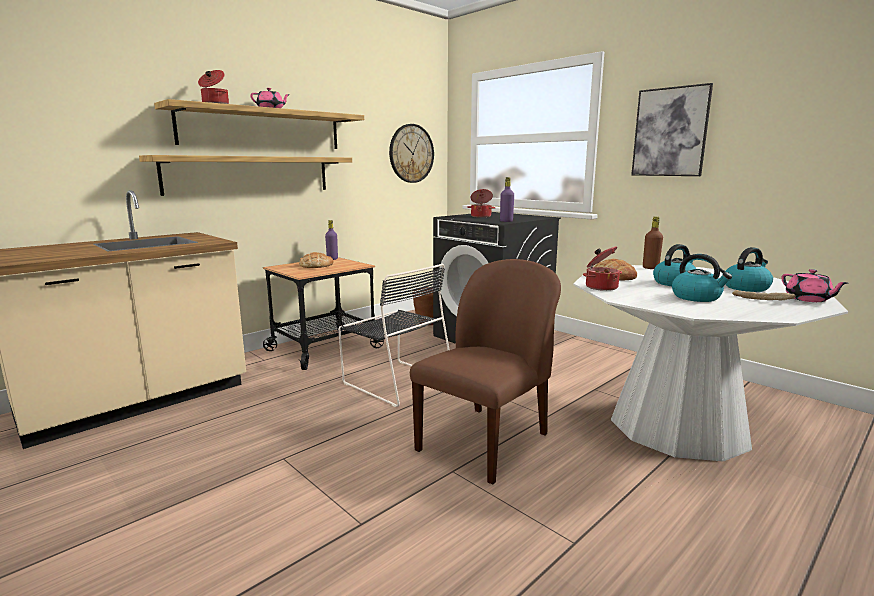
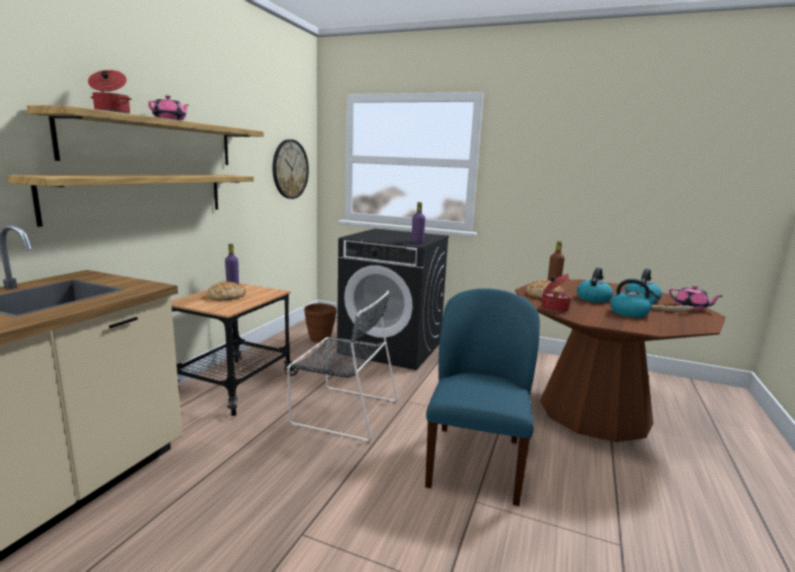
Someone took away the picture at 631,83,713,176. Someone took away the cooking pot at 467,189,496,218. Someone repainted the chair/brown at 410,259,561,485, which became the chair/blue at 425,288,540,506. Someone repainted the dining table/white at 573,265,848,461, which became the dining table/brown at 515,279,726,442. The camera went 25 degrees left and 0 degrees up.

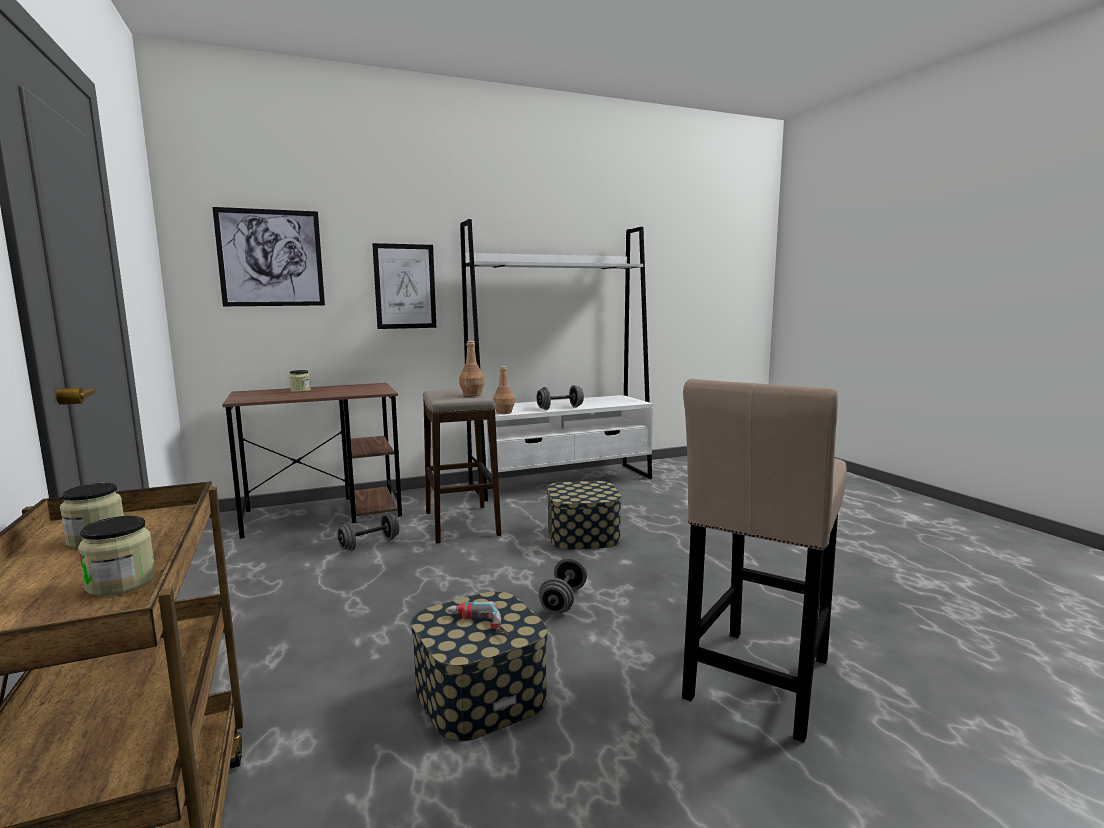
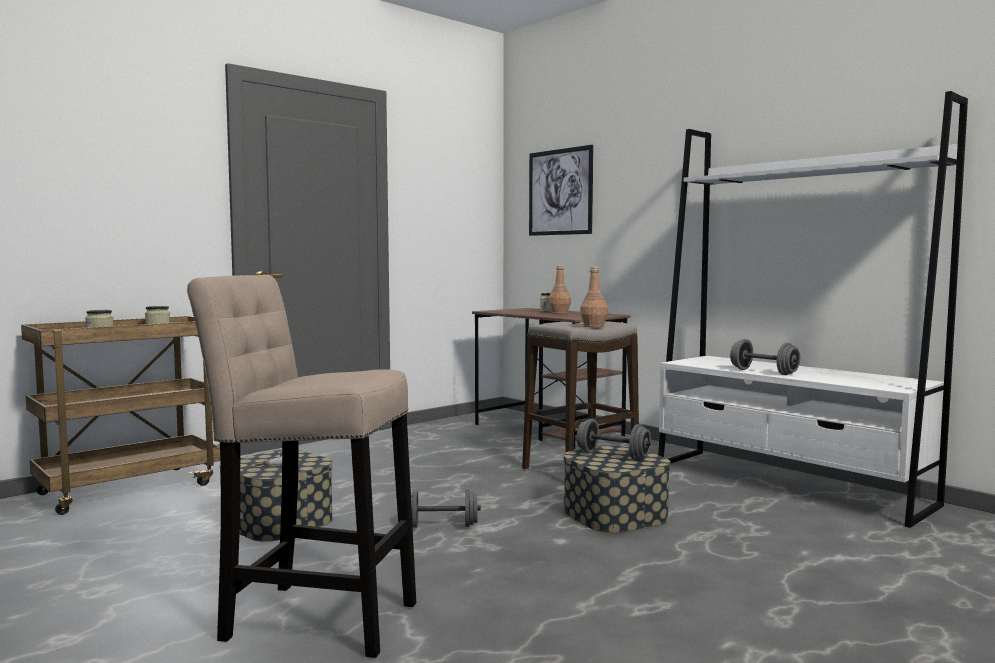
Someone took away the picture at 372,243,436,329. Someone carried the bottle/brown from 493,366,515,414 to 548,265,571,314. Someone carried the dumbbell/grey from 337,513,399,551 to 577,419,651,460. The camera went 70 degrees right and 5 degrees down.

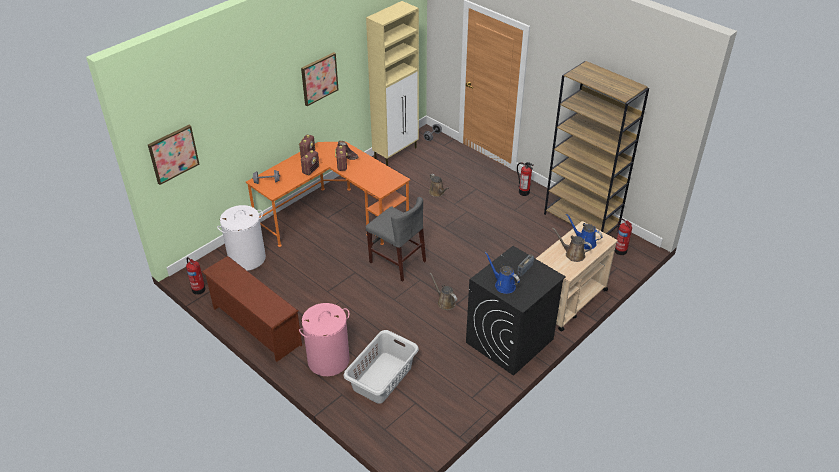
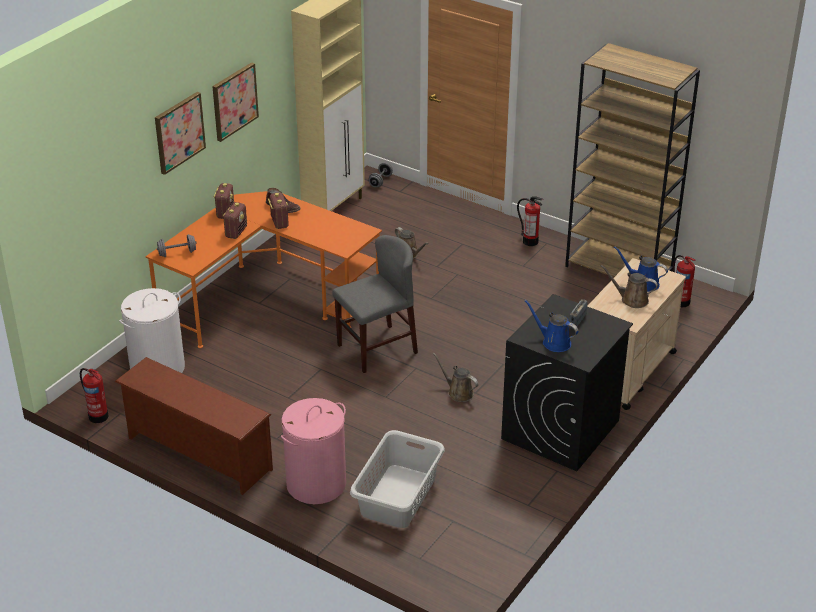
Someone carried the picture from 148,125,200,185 to 155,92,206,175. Someone rotated the chair/grey at 366,197,426,282 by 60 degrees counterclockwise. The camera went 10 degrees left and 5 degrees down.

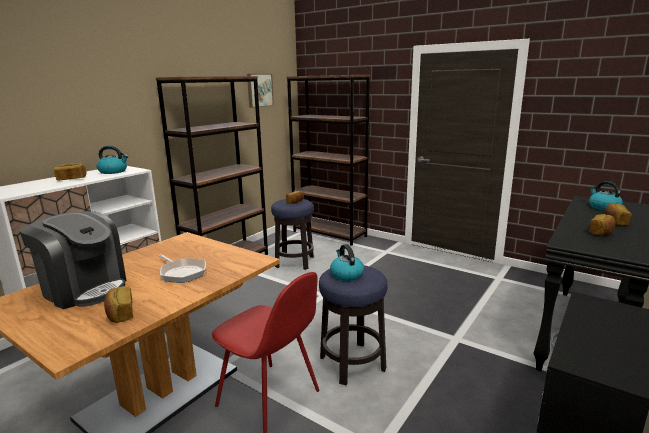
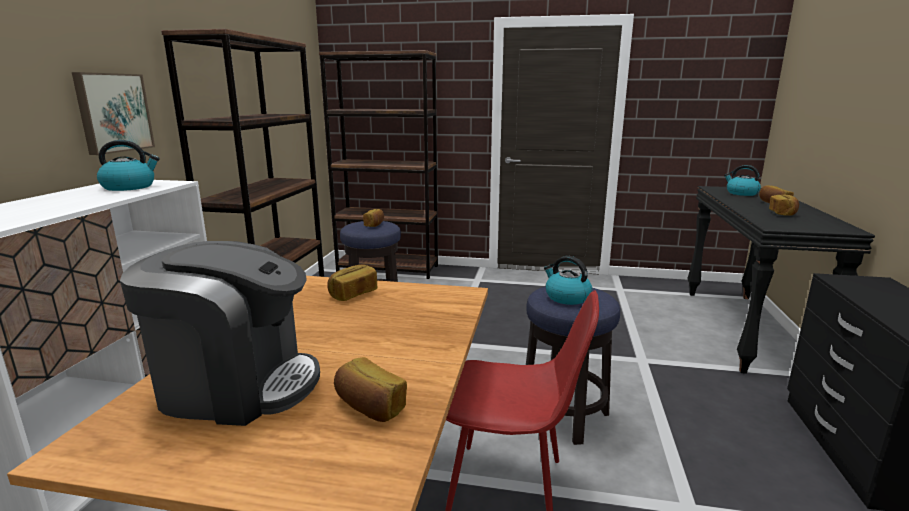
Someone carried the picture from 247,74,274,108 to 72,72,155,155. Someone carried the bread from 53,163,86,181 to 327,265,378,301. Someone took away the frying pan at 159,254,206,283. The camera went 25 degrees left and 0 degrees up.

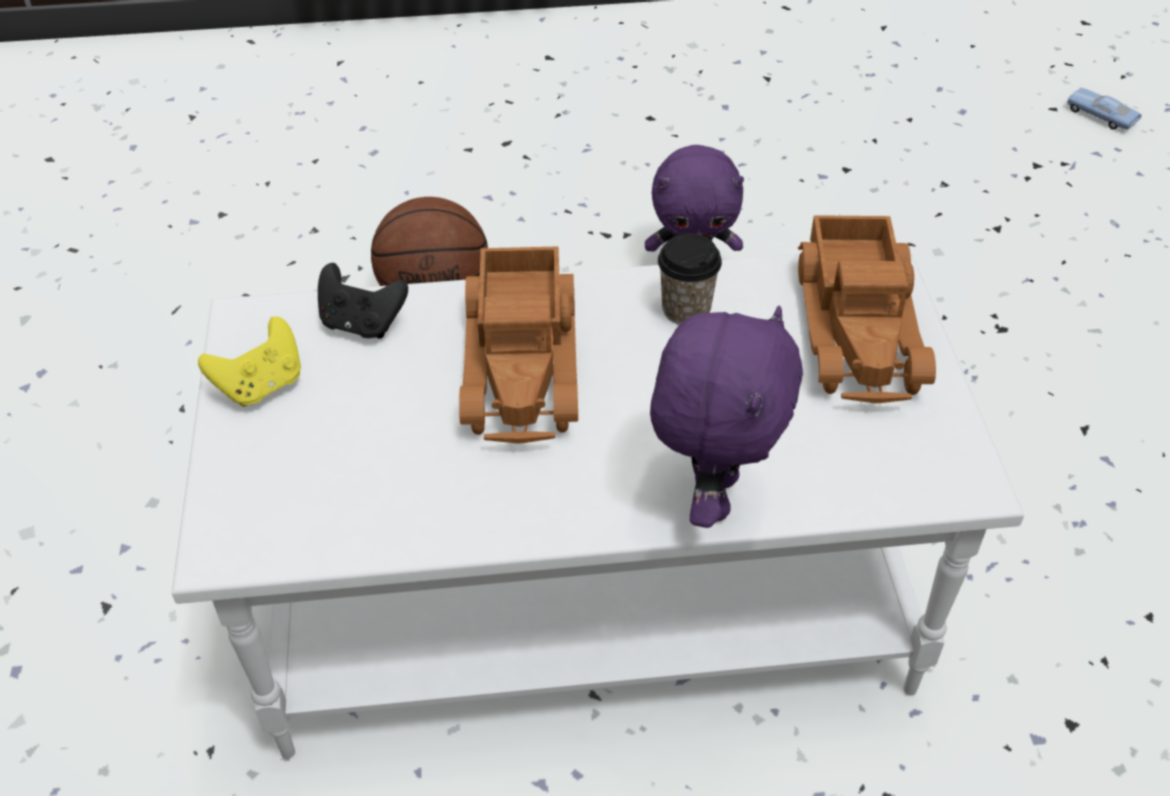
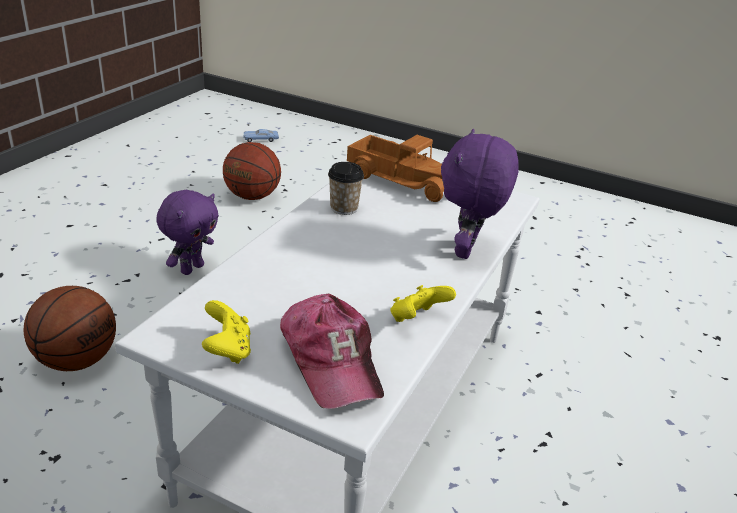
Someone took away the toy truck at 459,246,578,443. Someone took away the game controller/black at 318,263,408,338. Someone rotated the plush toy/purple at 650,305,803,528 by 120 degrees counterclockwise. Someone put down the basketball at 223,142,281,200. Someone put down the game controller/yellow at 391,285,456,322. Someone put down the cap at 280,294,384,409. The camera went 60 degrees left and 15 degrees down.

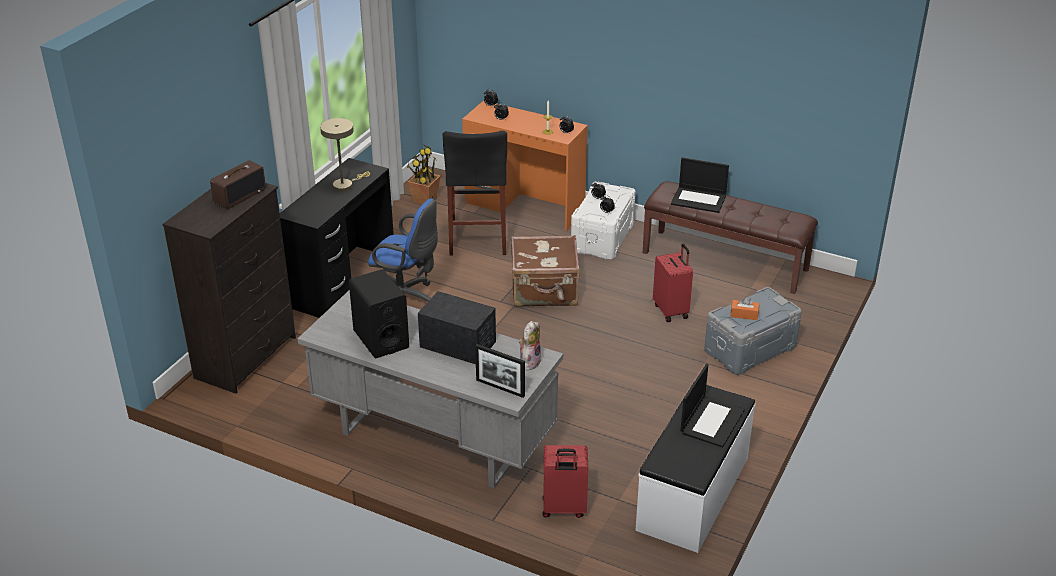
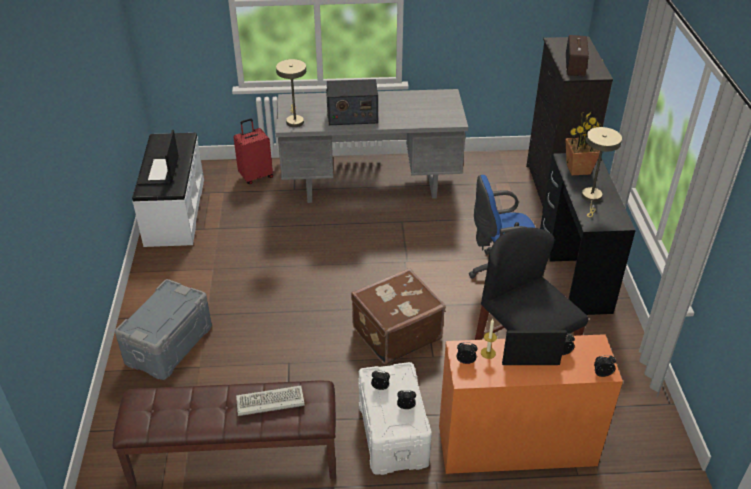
Someone carried the potted plant from 407,145,441,204 to 565,112,602,175. Someone swapped the laptop at 671,157,729,213 for the keyboard at 236,385,305,416. Someone took away the suitcase/red at 653,244,693,322. Someone took away the speaker/black at 349,269,409,358. Someone took away the tissue box/orange at 731,297,759,320. Someone swapped the plush toy at 519,321,541,371 for the table lamp/beige at 276,59,306,127. Someone carried the picture frame from 475,344,525,398 to 502,330,567,365. The camera went 150 degrees right and 5 degrees up.

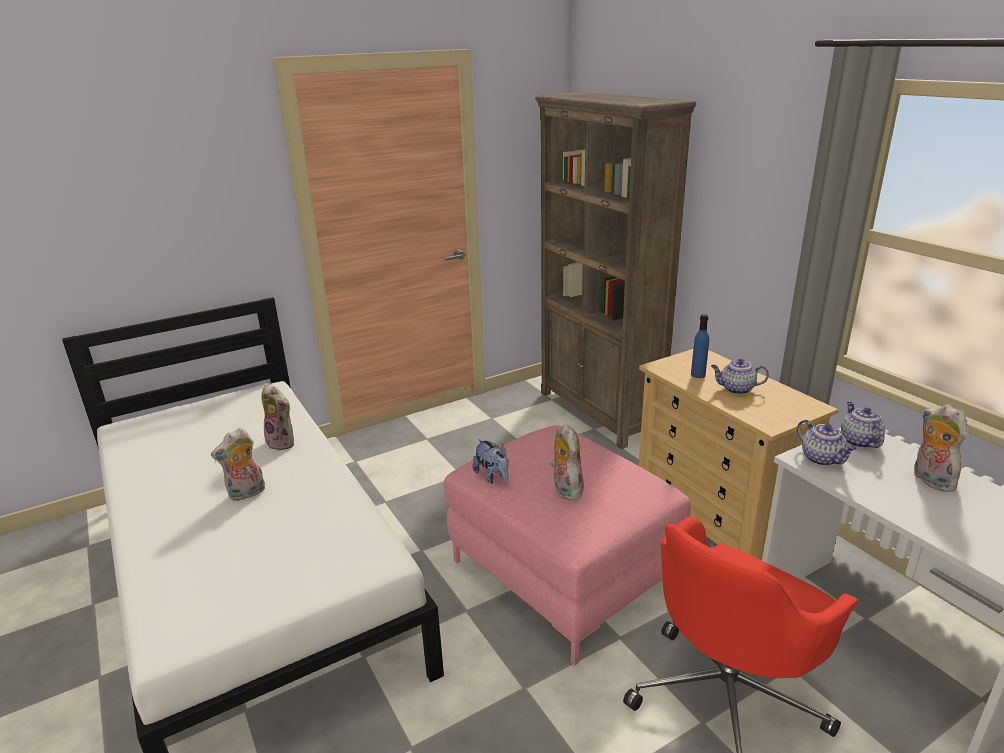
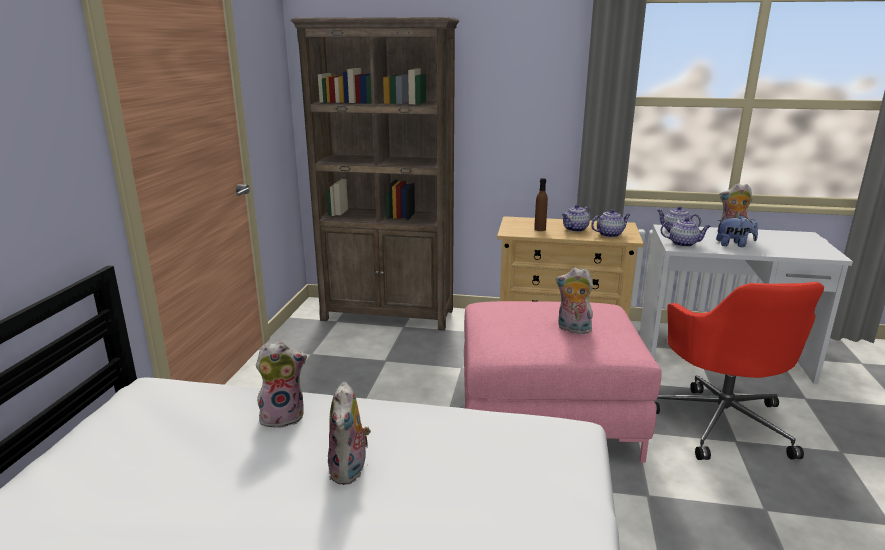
Someone repainted the bottle/blue at 691,314,709,378, which became the bottle/brown at 534,178,548,231. Someone carried the plush toy from 472,439,509,484 to 716,215,758,247. Someone put down the teapot at 591,209,631,237. The camera went 50 degrees left and 5 degrees down.

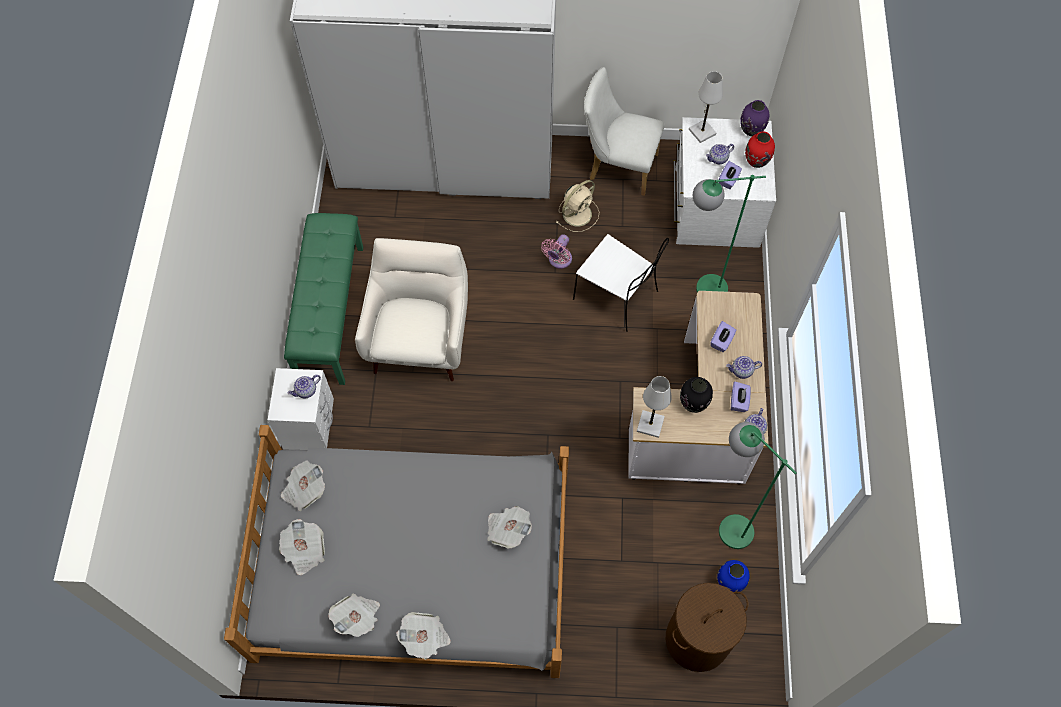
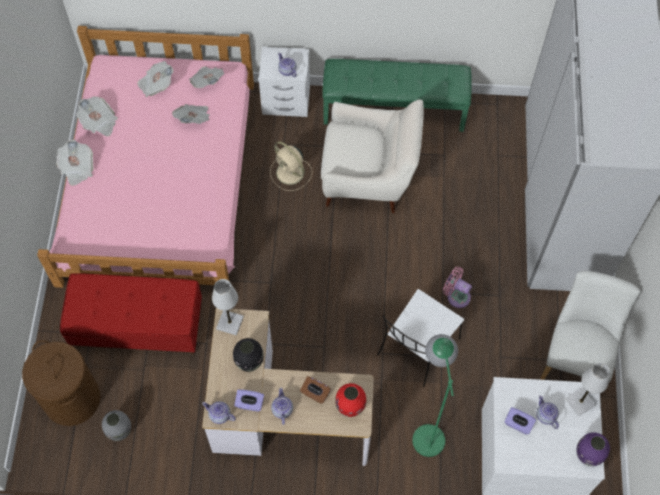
Someone carried the vase/red from 745,131,775,168 to 335,383,366,417. Someone carried the fan/beige from 556,180,599,232 to 270,141,312,191. Someone repainted the tissue box/purple at 710,321,736,352, which became the tissue box/brown at 300,376,331,404. Someone took away the floor lamp/green at 719,422,796,549. Someone repainted the bed/grey at 224,425,569,678, which became the bed/pink at 37,26,254,288. Someone carried the newspaper from 487,506,532,549 to 172,104,210,124. Someone repainted the vase/blue at 717,560,750,592, which became the vase/grey at 102,410,131,441. Someone put down the bench/red at 60,273,202,355. The camera went 90 degrees right and 0 degrees up.

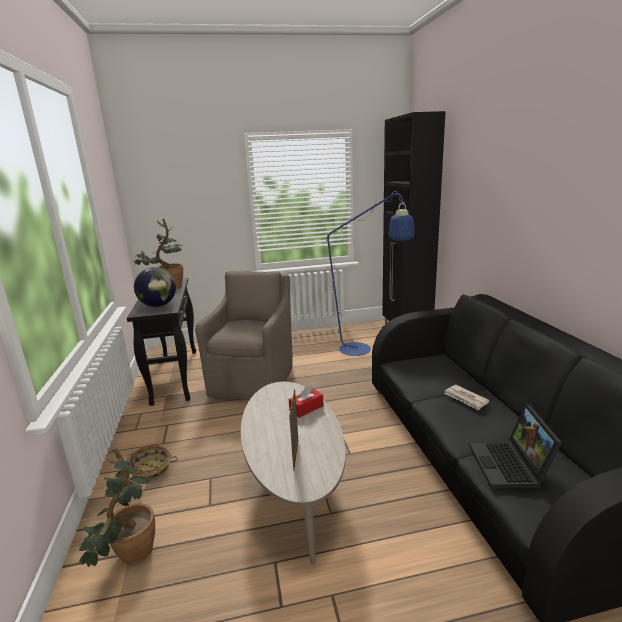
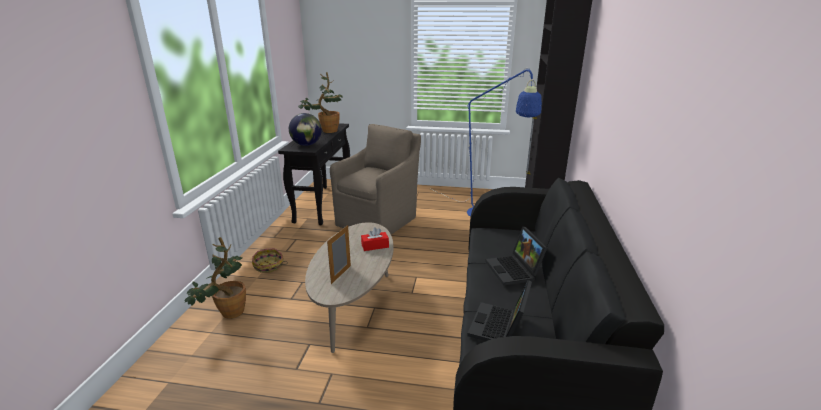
Someone swapped the newspaper at 444,385,489,411 for the laptop at 486,227,547,286. The camera went 20 degrees right and 5 degrees up.

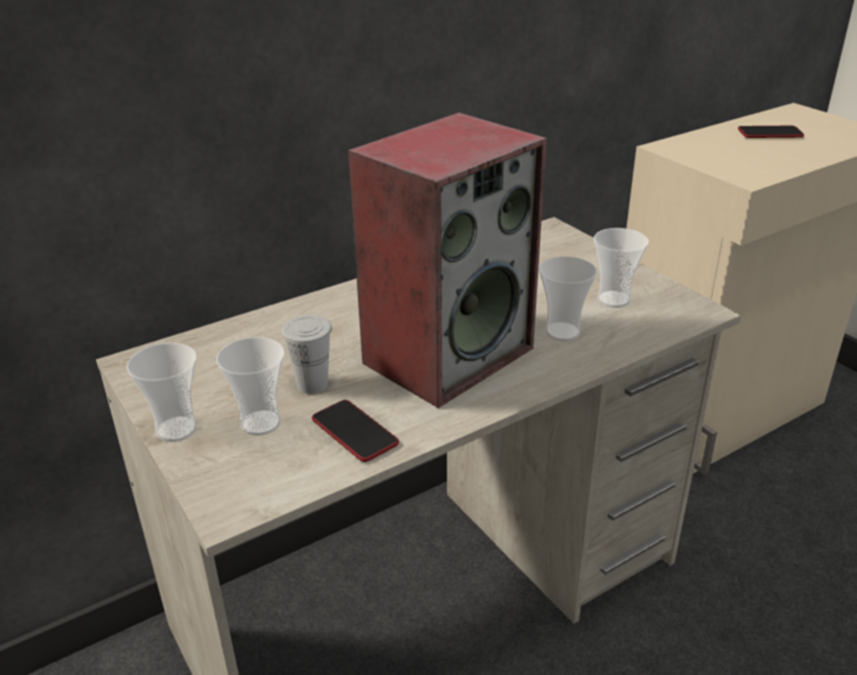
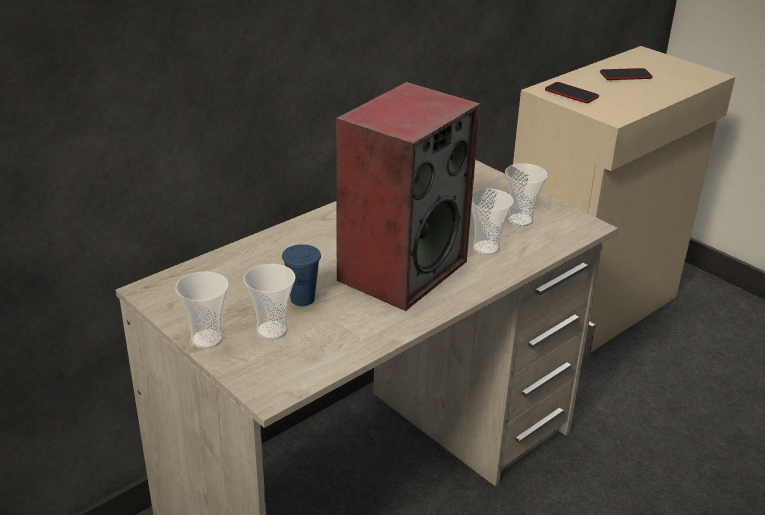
Someone repainted the cup/white at 282,315,332,394, which became the cup/blue at 282,244,321,306. Someone carried the phone from 312,400,399,462 to 545,82,599,103. The camera went 10 degrees left and 0 degrees up.

